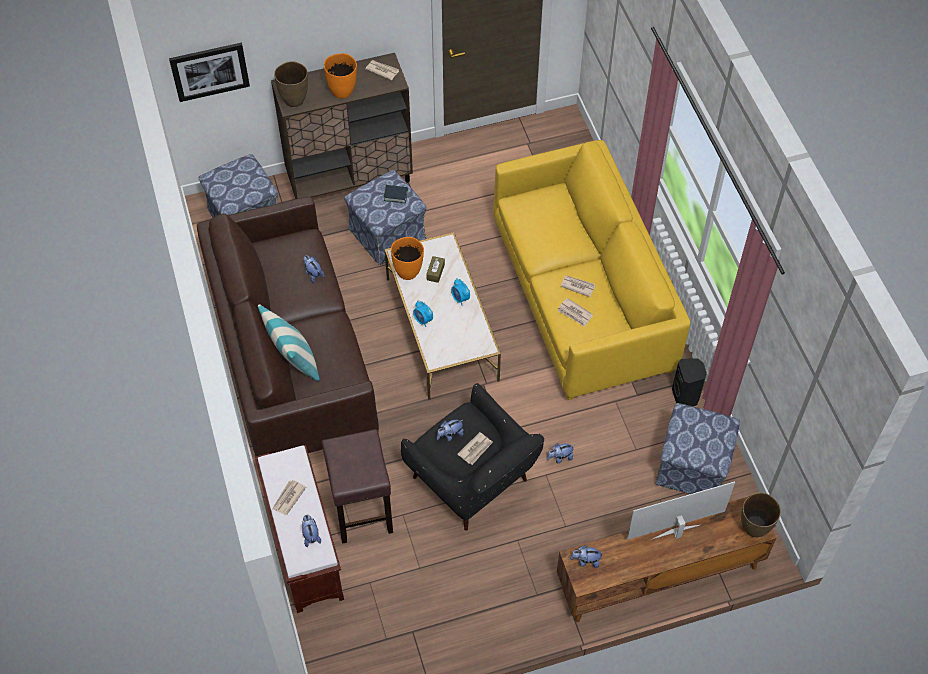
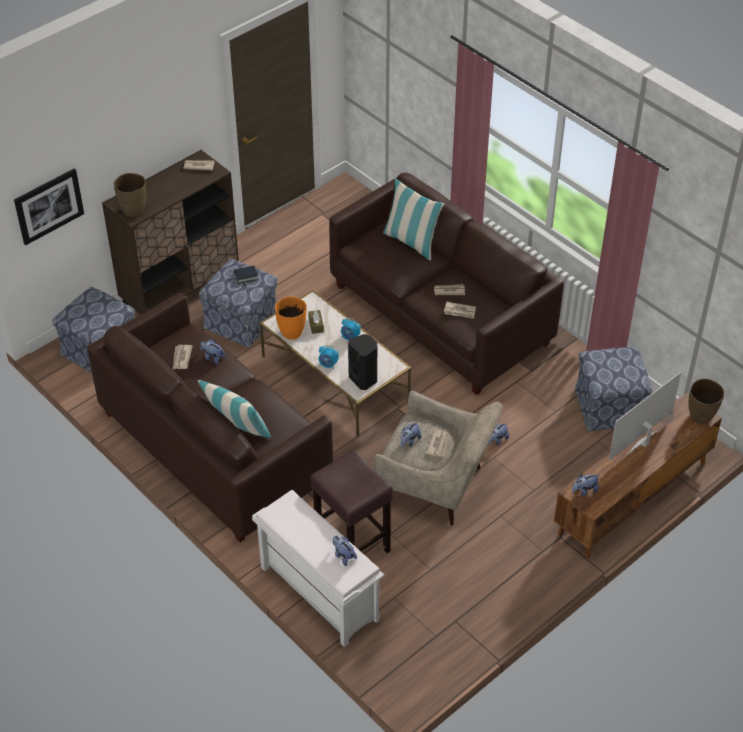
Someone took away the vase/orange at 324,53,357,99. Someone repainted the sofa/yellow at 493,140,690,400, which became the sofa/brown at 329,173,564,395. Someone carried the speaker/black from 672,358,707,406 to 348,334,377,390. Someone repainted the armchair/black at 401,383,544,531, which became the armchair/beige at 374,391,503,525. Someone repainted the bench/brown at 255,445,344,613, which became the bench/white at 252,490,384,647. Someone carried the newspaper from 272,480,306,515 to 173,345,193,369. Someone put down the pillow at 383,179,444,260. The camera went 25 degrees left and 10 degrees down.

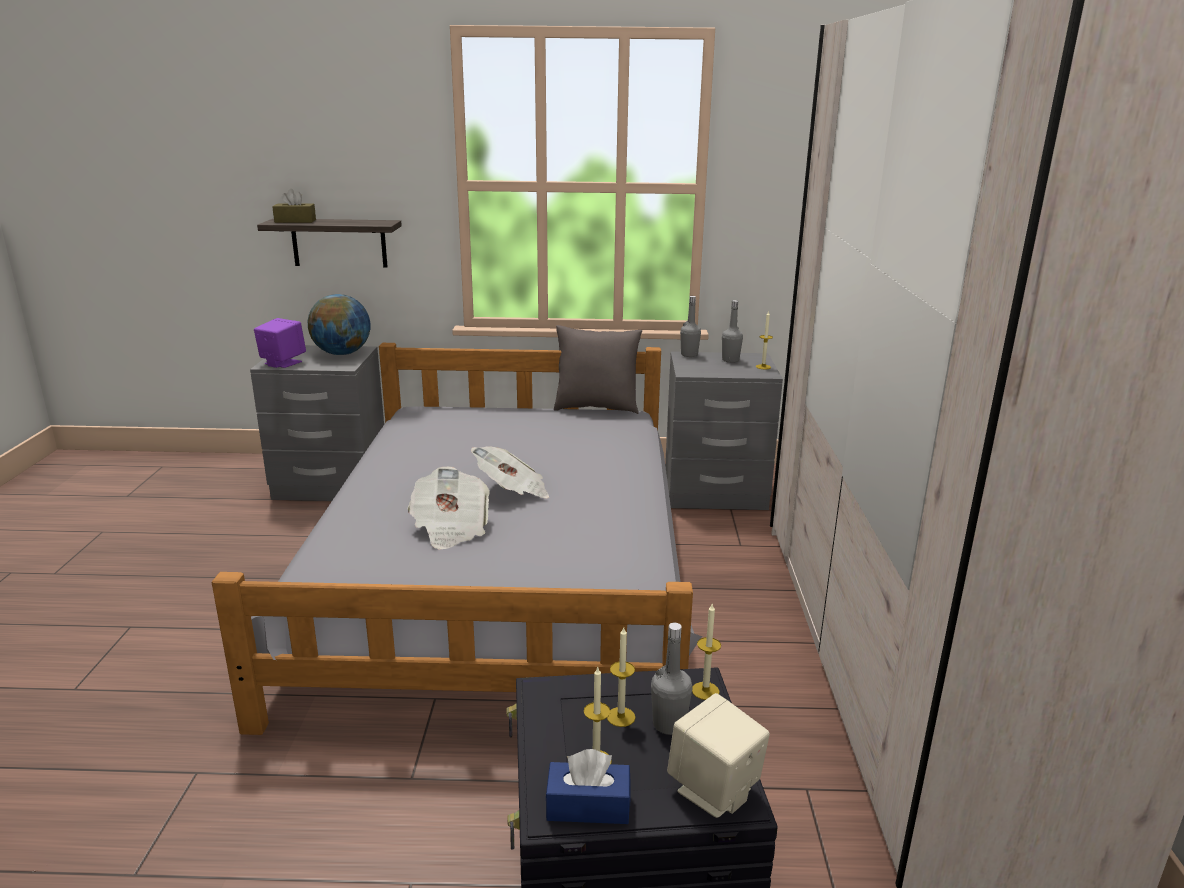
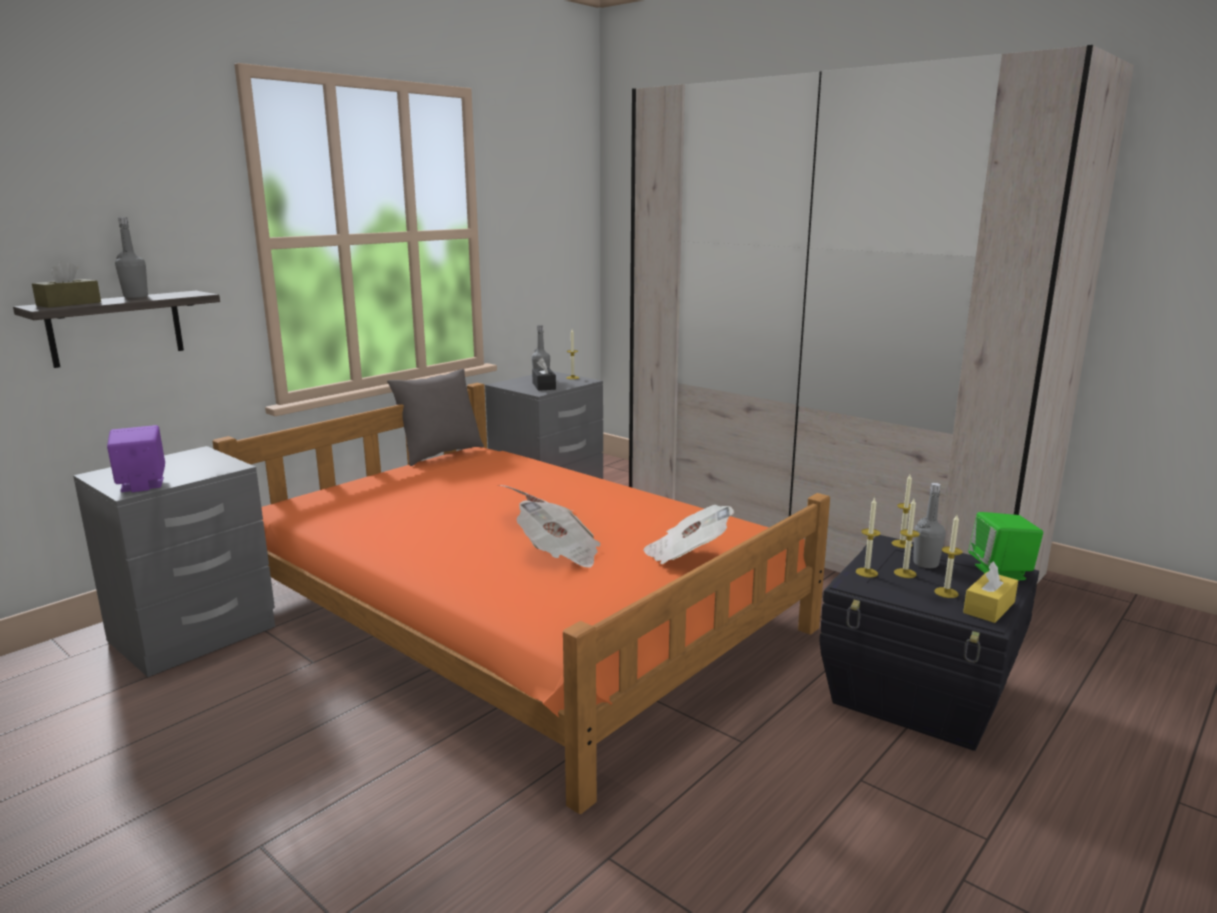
Someone took away the globe at 308,294,370,355. Someone carried the bottle/grey from 680,296,701,357 to 115,217,148,298. Someone repainted the bed/grey at 212,343,702,735, which became the bed/orange at 213,383,830,814. Someone repainted the speaker/beige at 667,693,770,818, which became the speaker/green at 968,512,1043,580. Someone repainted the tissue box/blue at 546,749,631,824, which became the tissue box/yellow at 963,561,1018,623. Someone put down the tissue box/black at 532,358,556,391. Someone put down the candle at 856,497,881,578. Someone put down the newspaper at 643,505,734,564. The camera went 50 degrees left and 5 degrees down.

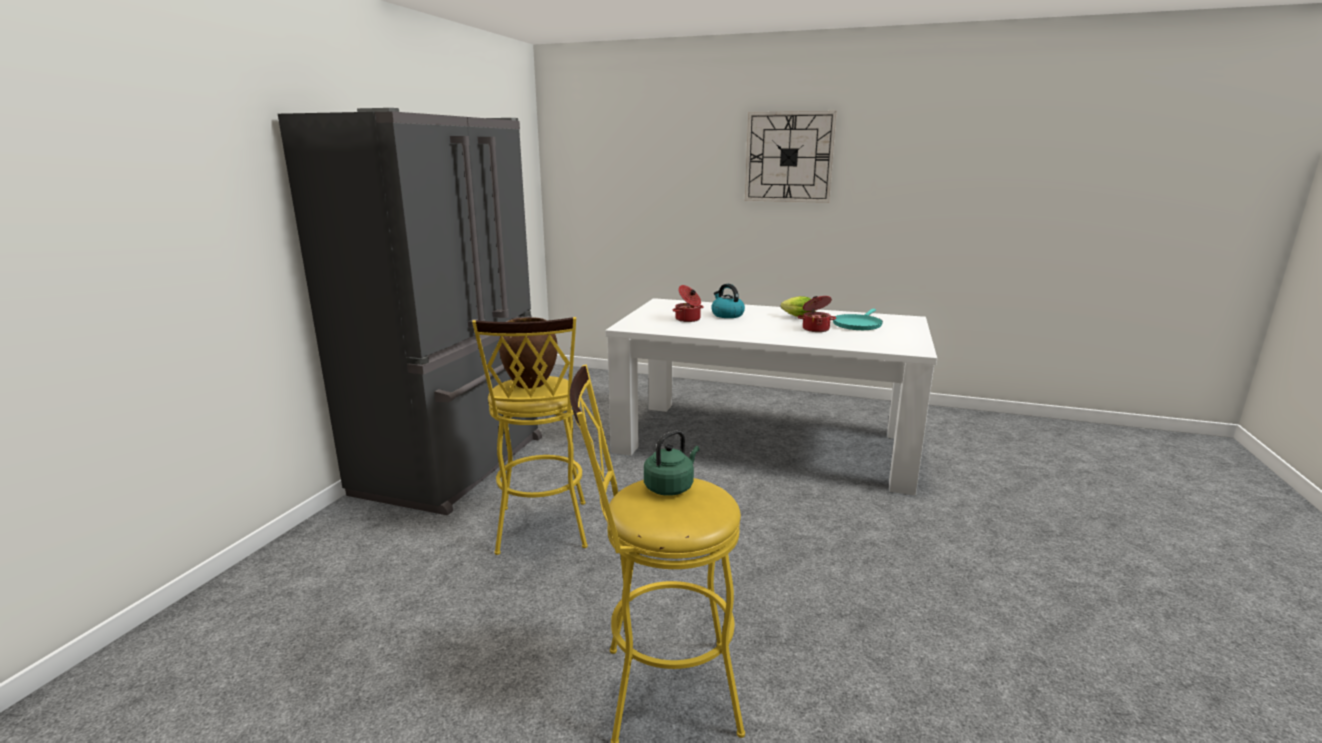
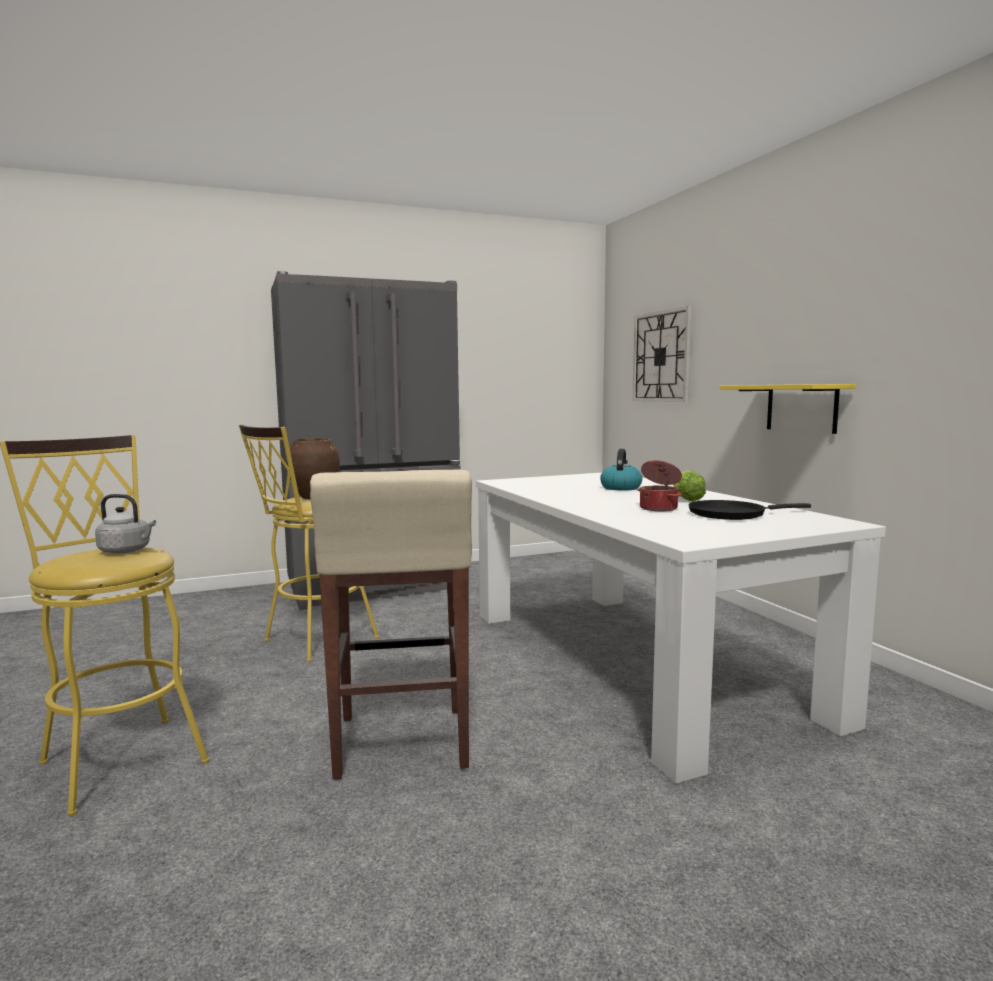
Someone carried the wall clock from 745,111,837,203 to 633,306,691,402. Someone took away the cooking pot at 673,285,704,322. Someone repainted the frying pan/turquoise at 833,309,883,330, which became the frying pan/black at 689,500,811,520. Someone repainted the kettle/green at 644,430,699,496, which became the kettle/grey at 95,494,156,554. Someone put up the shelf/yellow at 719,384,856,434. Someone put down the stool/beige at 310,469,472,780. The camera went 50 degrees right and 10 degrees down.

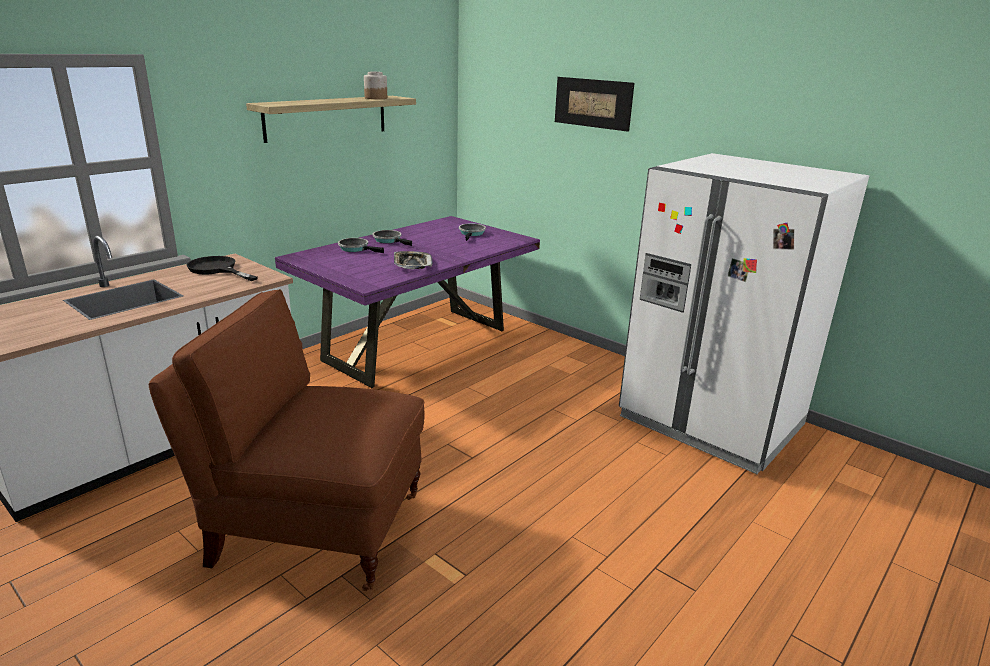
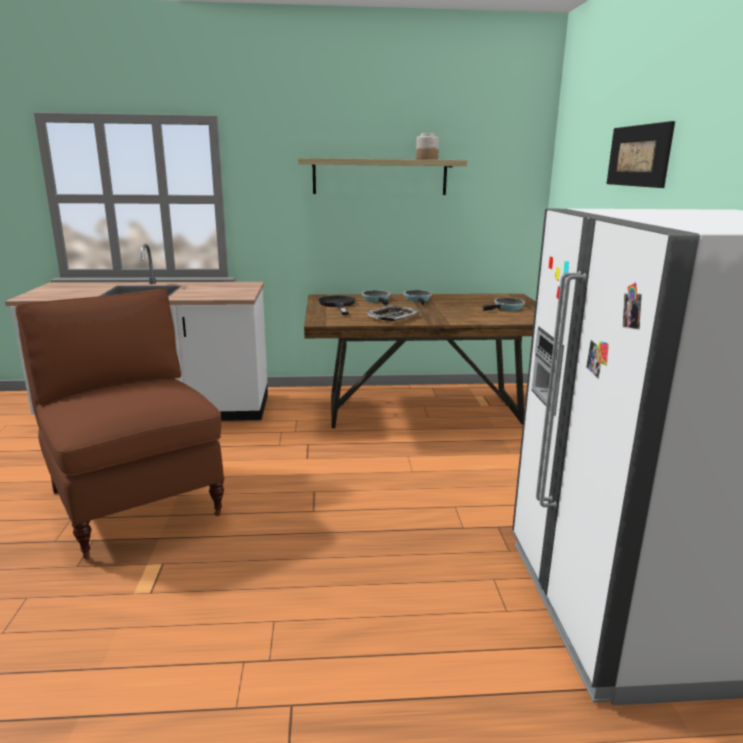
Someone repainted the dining table/purple at 275,216,540,388, which became the dining table/brown at 304,294,536,428. Someone carried the frying pan/black from 186,256,258,281 to 318,295,355,315. The camera went 45 degrees right and 5 degrees down.

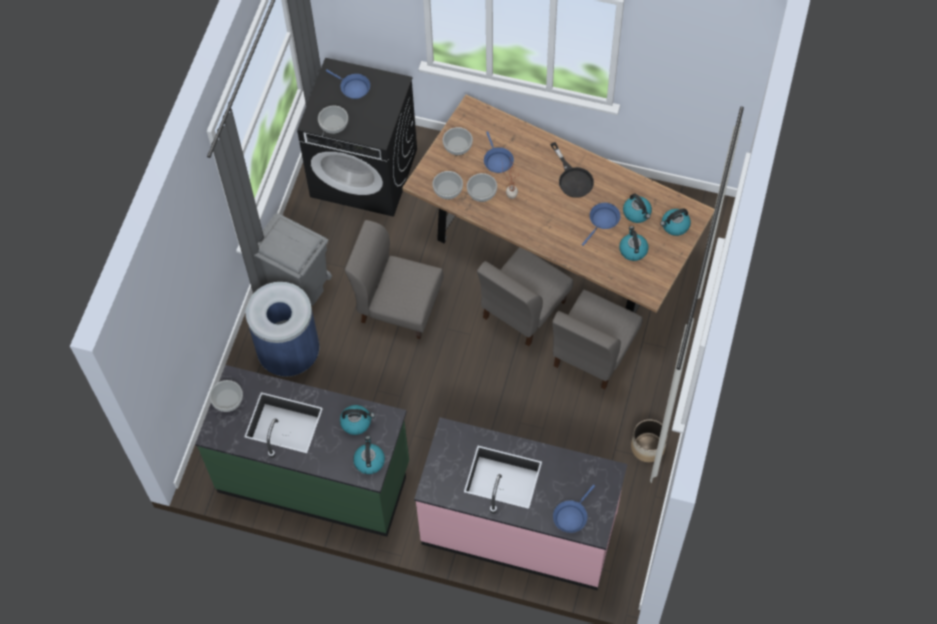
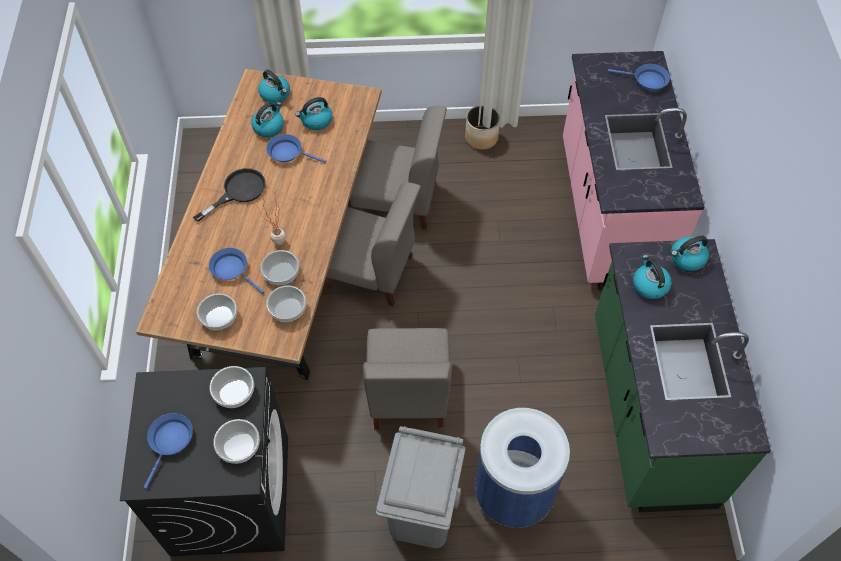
Someone rotated the frying pan/blue at 484,131,514,173 by 105 degrees counterclockwise. Someone carried the bowl from 209,380,243,412 to 209,366,254,408. The camera went 110 degrees left and 5 degrees down.

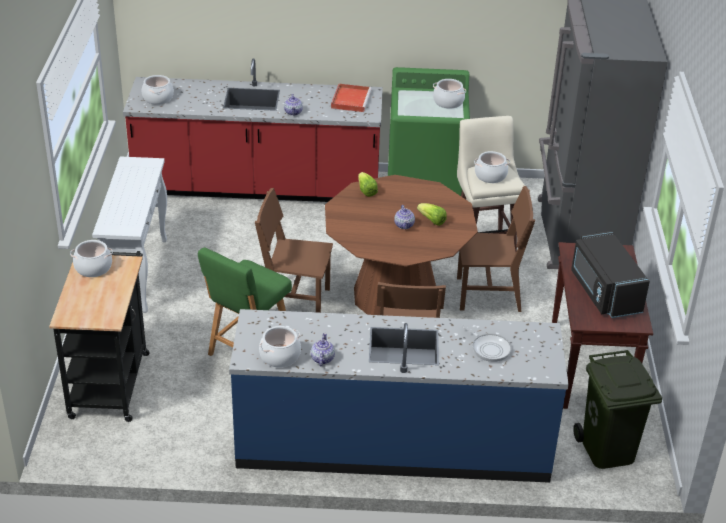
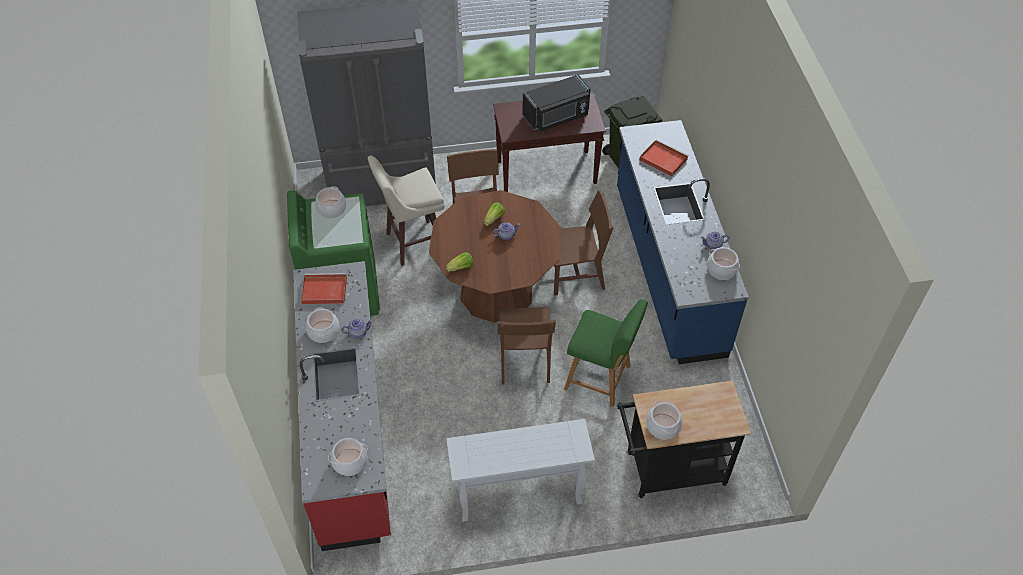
Someone carried the cooking pot from 474,151,510,183 to 306,307,340,343. Someone swapped the frying pan at 462,325,512,362 for the tray/red at 640,139,689,176. The camera went 100 degrees left and 15 degrees up.

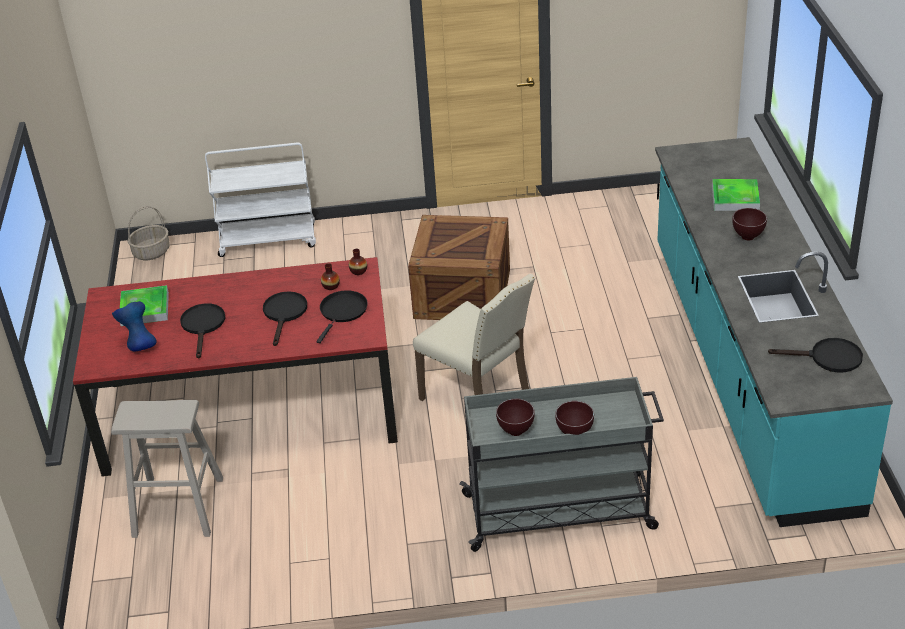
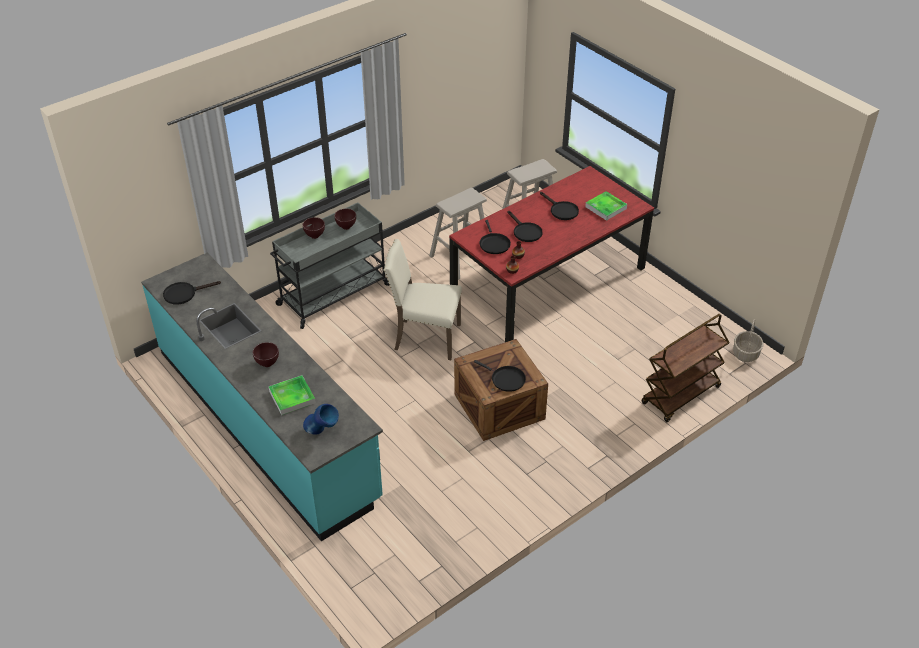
Someone repainted the cart/white at 205,143,316,257, which became the cart/brown at 642,314,730,422. Someone carried the vase/blue from 112,301,157,351 to 303,404,339,434. Someone put down the stool/beige at 429,188,487,280. Someone put down the frying pan/black at 474,360,526,392. The camera went 145 degrees right and 5 degrees up.

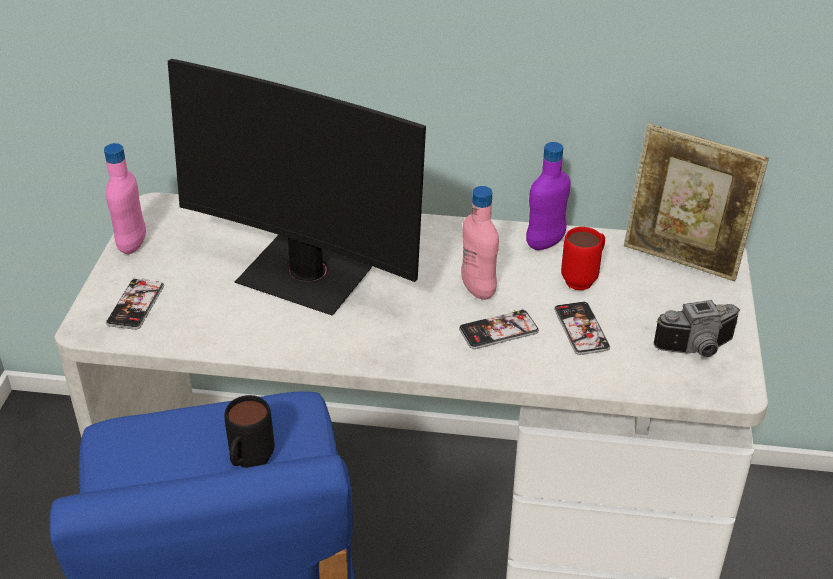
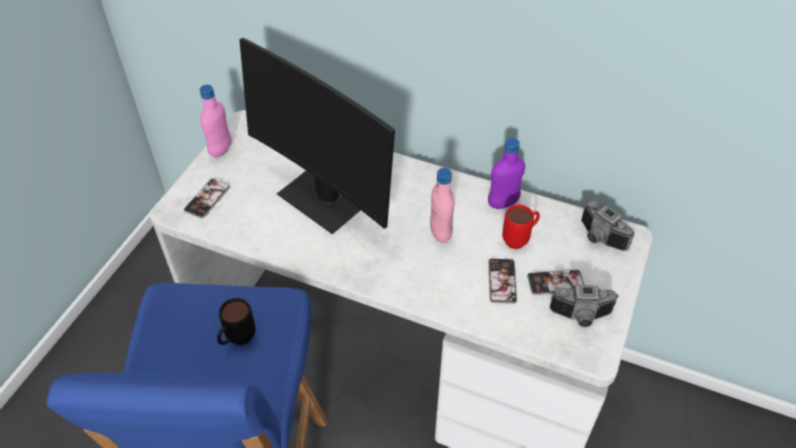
Someone swapped the picture frame at 624,124,769,281 for the photo camera at 581,200,634,251. Someone carried the phone from 459,309,539,349 to 527,269,584,295. The camera went 15 degrees right and 10 degrees up.

